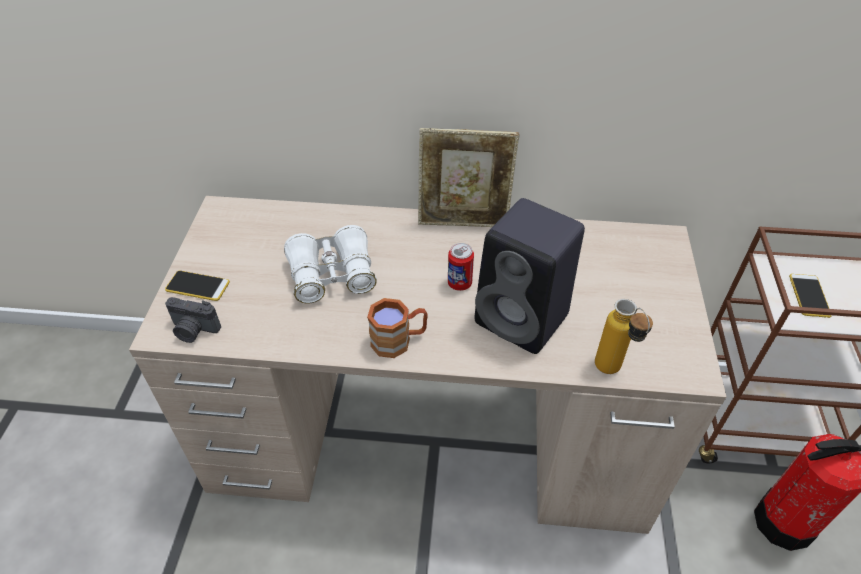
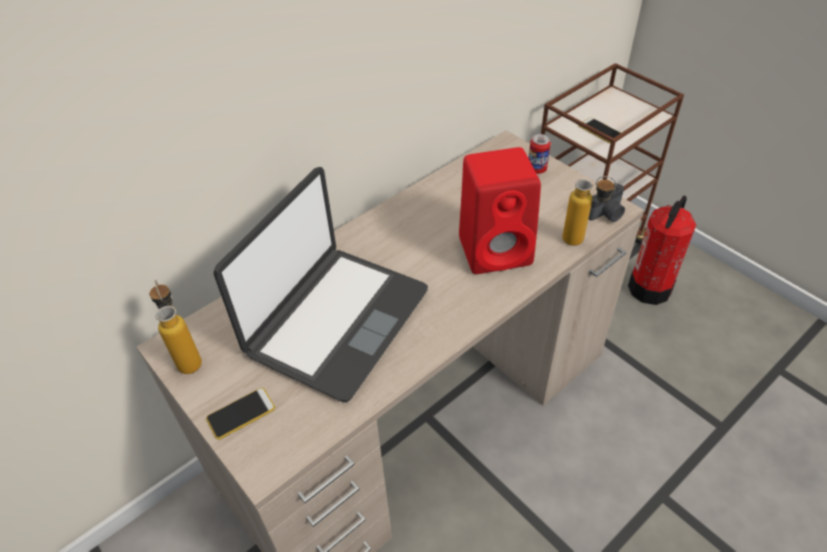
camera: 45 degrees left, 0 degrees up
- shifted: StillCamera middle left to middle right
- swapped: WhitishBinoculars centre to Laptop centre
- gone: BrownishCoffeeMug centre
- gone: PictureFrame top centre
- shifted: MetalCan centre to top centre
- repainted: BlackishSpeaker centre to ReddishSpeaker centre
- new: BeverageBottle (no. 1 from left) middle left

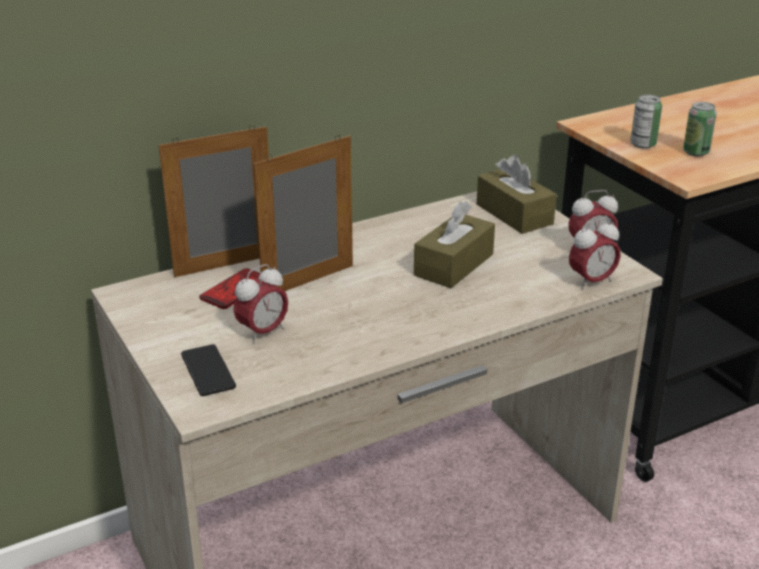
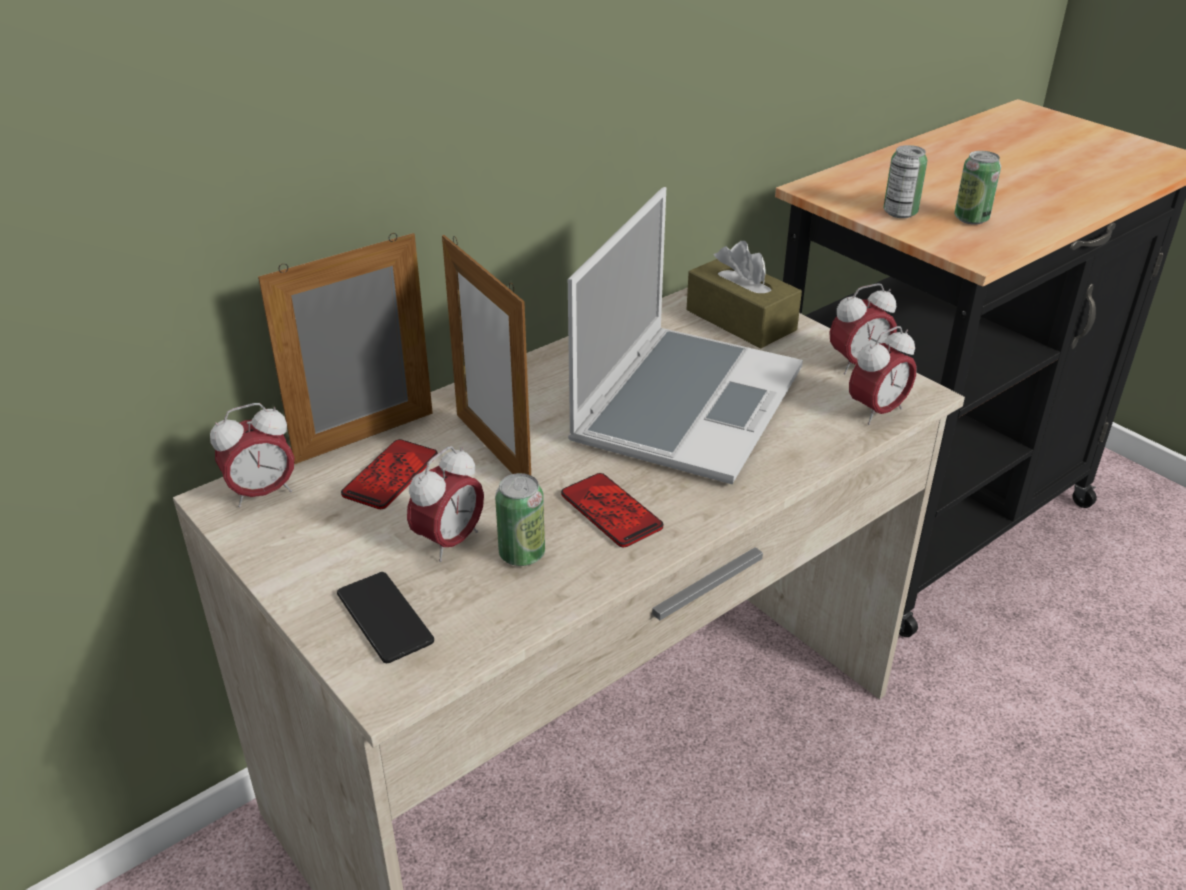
camera: 10 degrees left, 5 degrees up
- rotated: PictureFrame (no. 2 from left) centre = centre 75 degrees counterclockwise
- swapped: BrownishTissueBox (no. 1 from left) centre to Laptop centre
- new: TableClock (no. 1 from left) middle left
- new: MetalCan (no. 1 from left) centre
- new: Telephone (no. 3 from left) centre

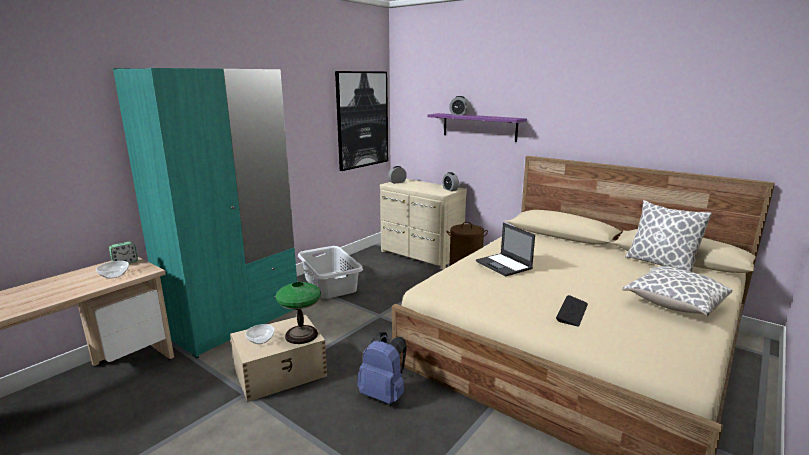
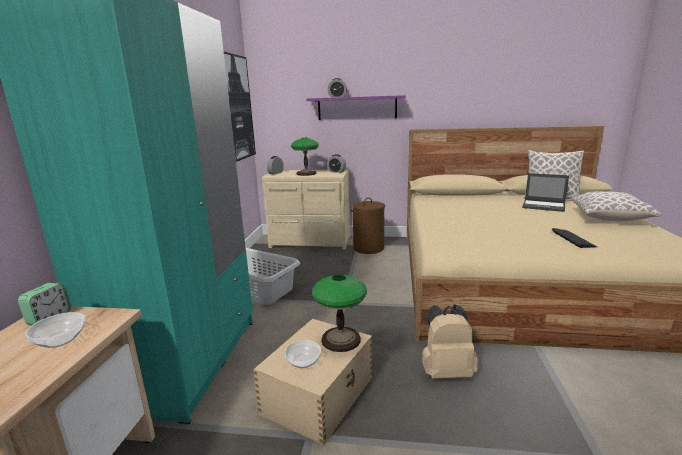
camera: 30 degrees left, 0 degrees up
- repainted: BlueRucksack bottom centre to BeigeRucksack bottom centre
- shifted: Laptop centre to middle right
- new: TabletopLamp (no. 1 from left) centre

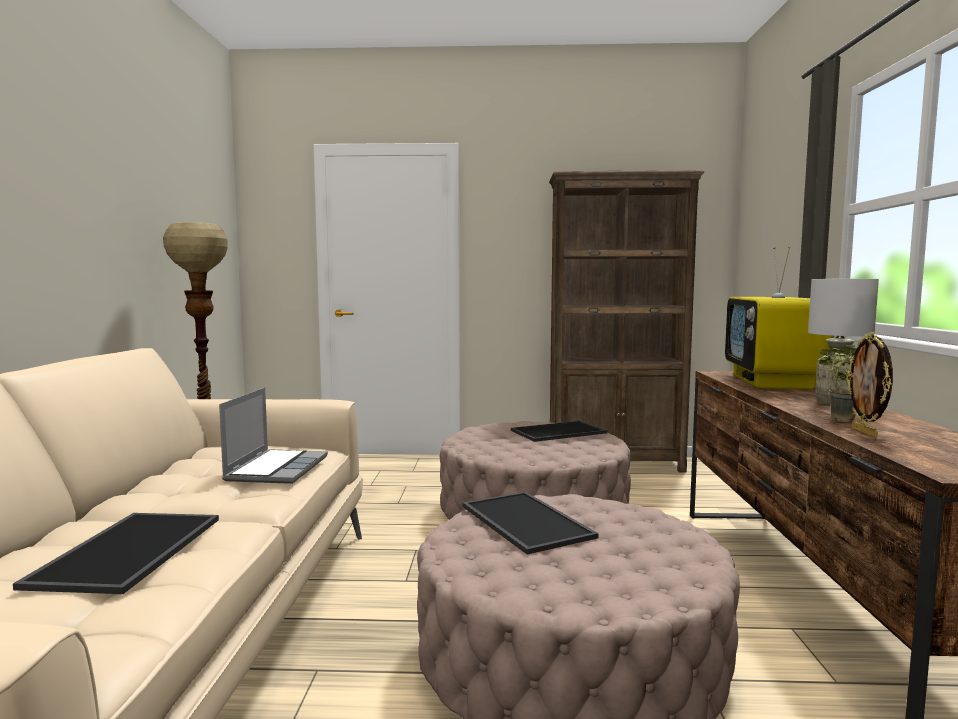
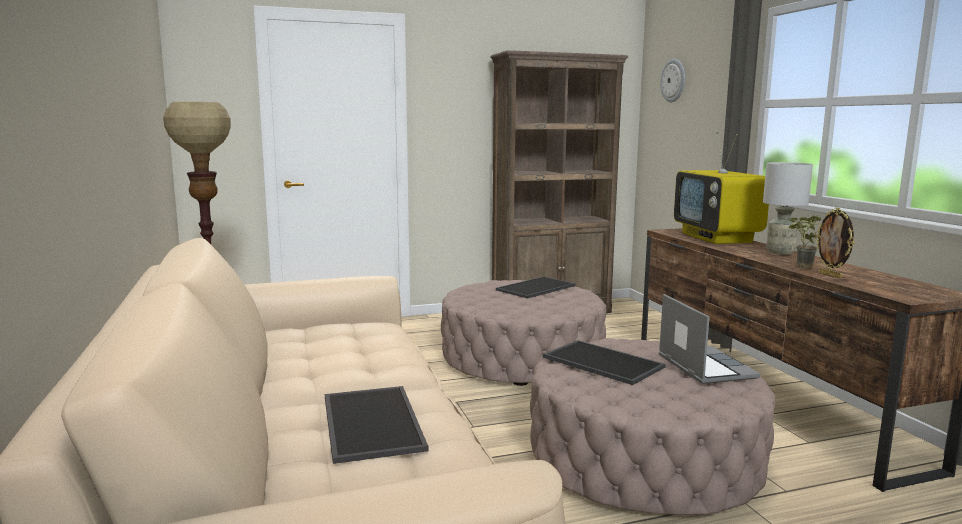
camera: 20 degrees left, 5 degrees up
- shifted: Laptop middle left to middle right
- new: ClockOnTheWall top right

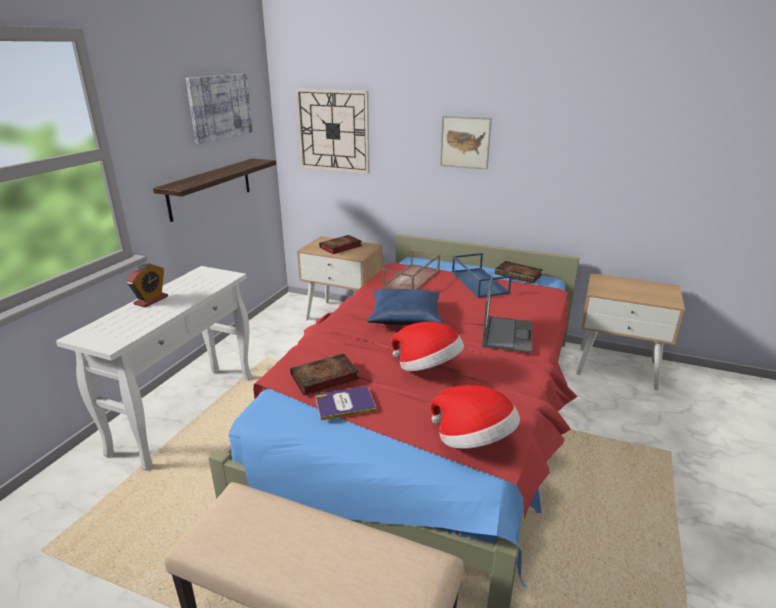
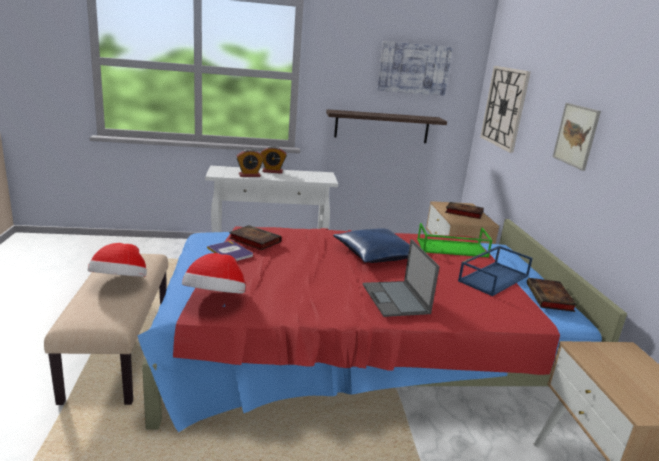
camera: 60 degrees right, 5 degrees down
- repainted: BrownishServingTray centre to GreenishServingTray middle right
- shifted: WearableHat (no. 1 from left) centre to middle left
- rotated: Laptop centre = centre 90 degrees clockwise
- new: TableClock (no. 1 from left) centre

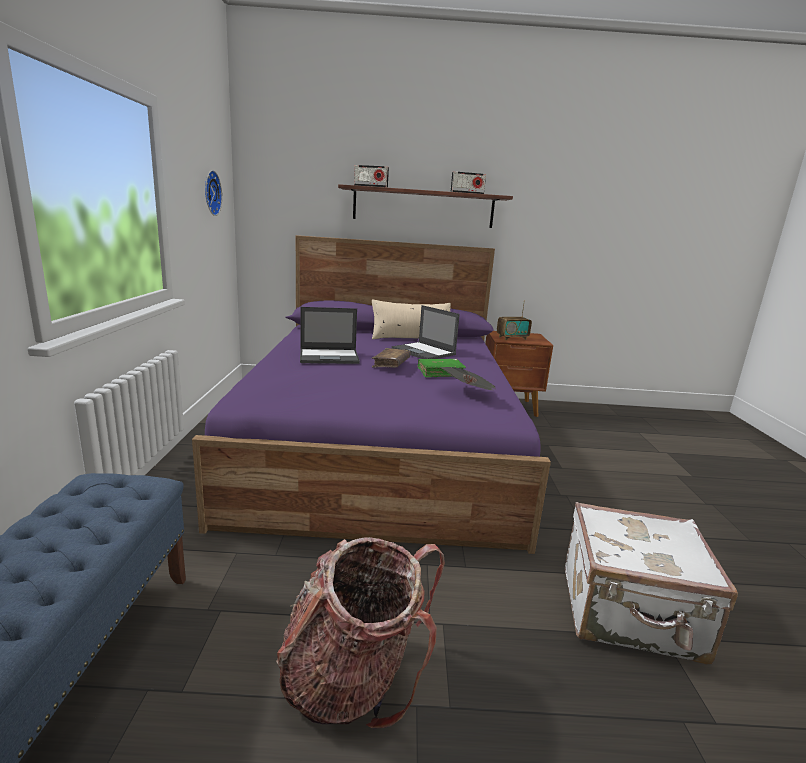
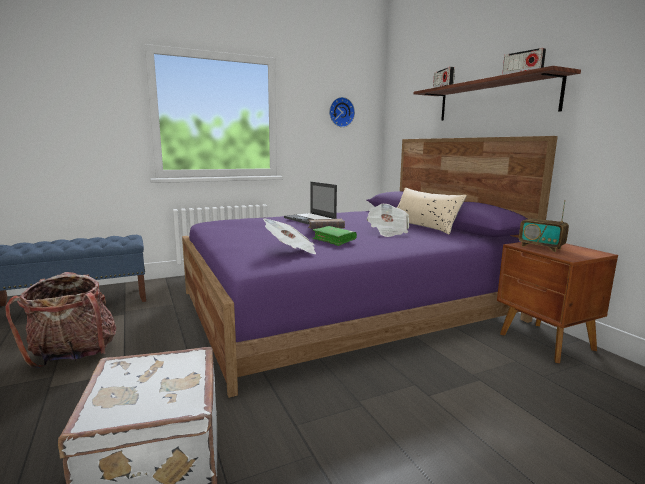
camera: 65 degrees right, 5 degrees down
- swapped: Laptop (no. 2 from left) centre to DailyPaper (no. 2 from left) centre

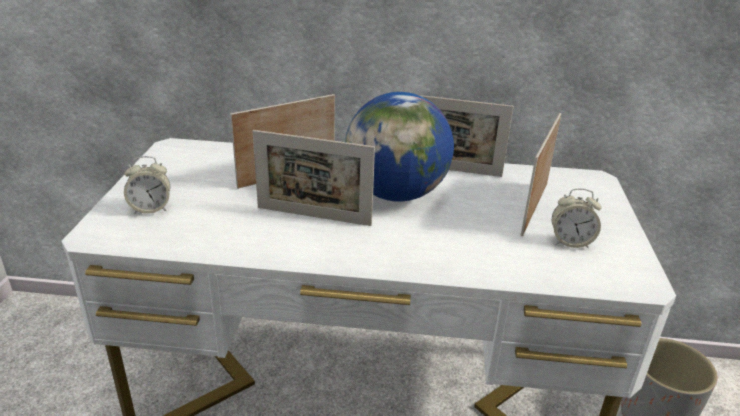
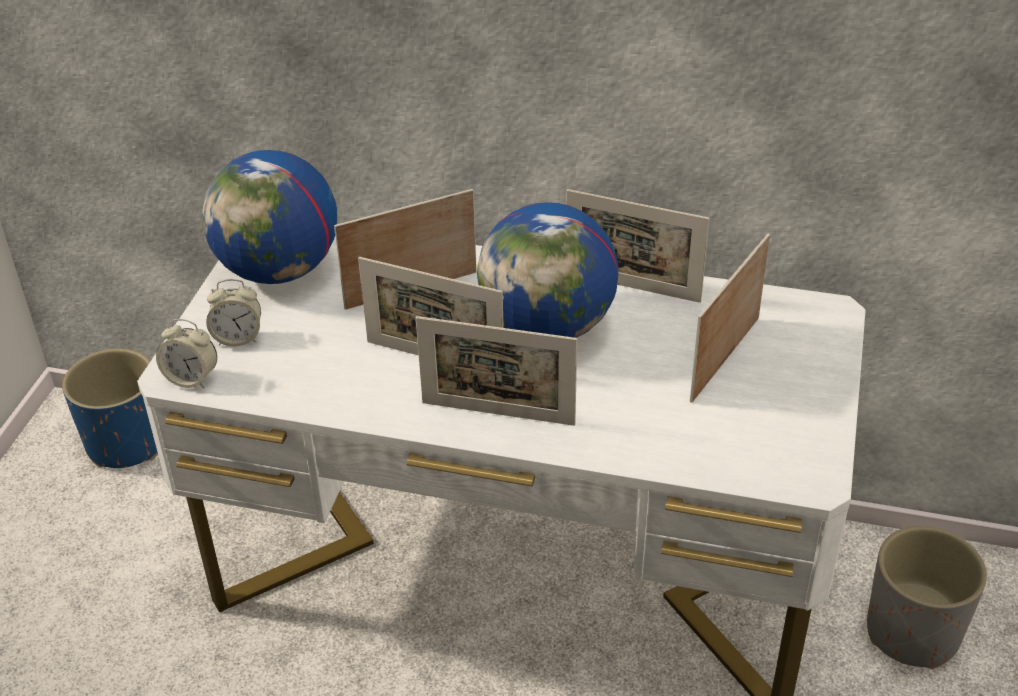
camera: 10 degrees right, 10 degrees up
- shifted: TableClock (no. 2 from left in the first image) middle right to TableClock (no. 1 from left) middle left
- new: BluePlanter middle left
- new: WorldGlobe (no. 1 from left) top left
- new: PictureFrame (no. 3 from left) centre

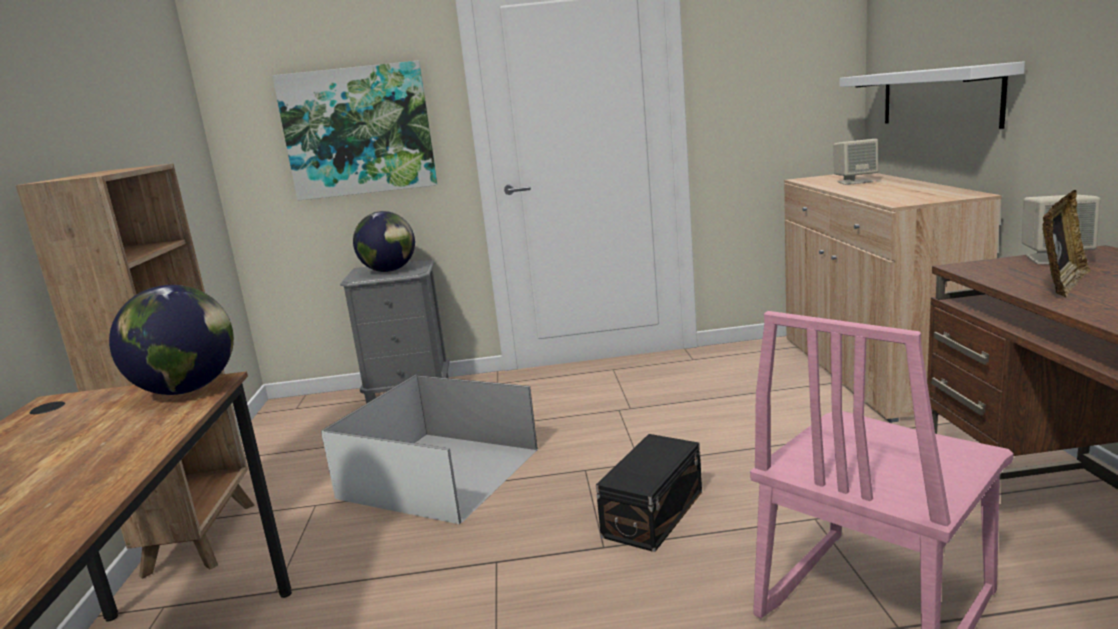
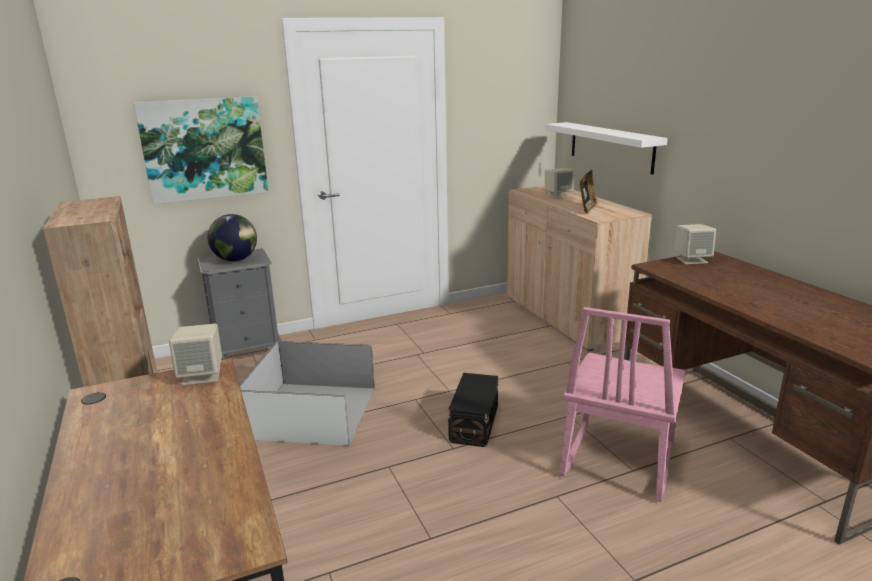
camera: 20 degrees left, 5 degrees up
- swapped: WorldGlobe (no. 1 from left) middle left to BeigeSpeaker (no. 1 from left) middle left
- shifted: PictureFrame middle right to top right

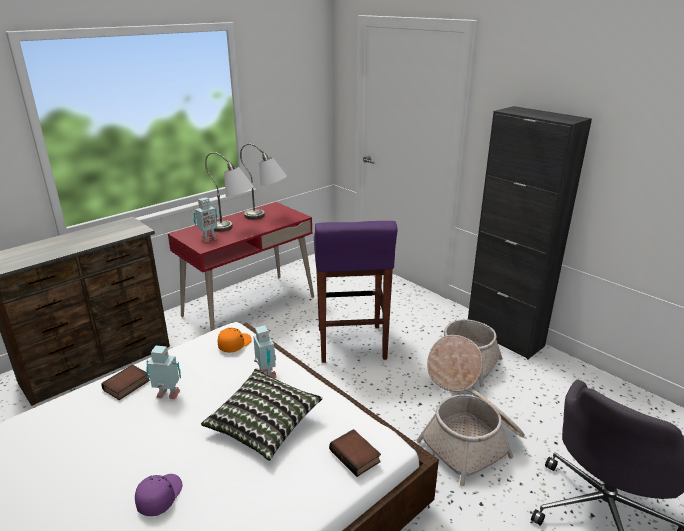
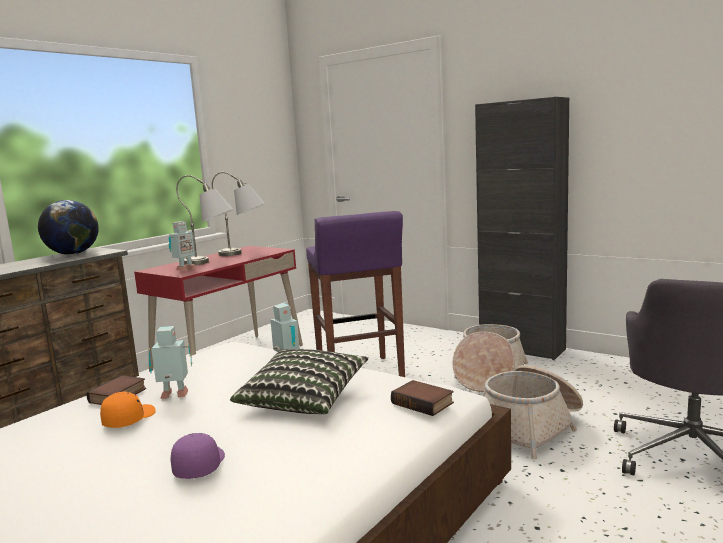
camera: 10 degrees left, 15 degrees down
- shifted: OrangeBaseballCap centre to bottom left
- new: WorldGlobe middle left

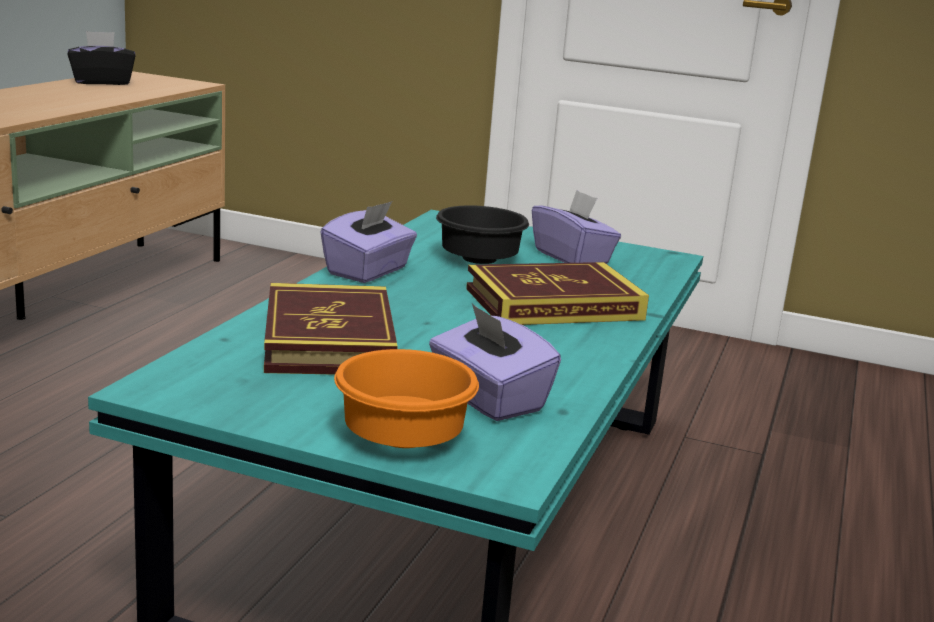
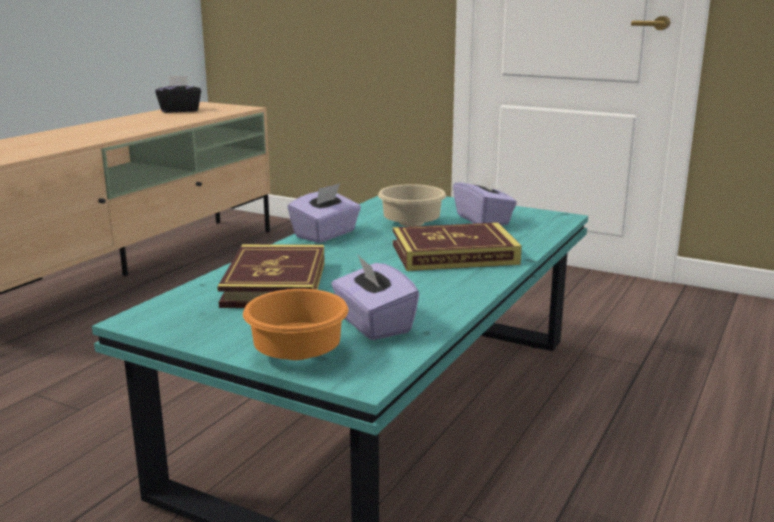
camera: 10 degrees right, 0 degrees up
- repainted: BlackishBowl centre to BeigeBowl centre

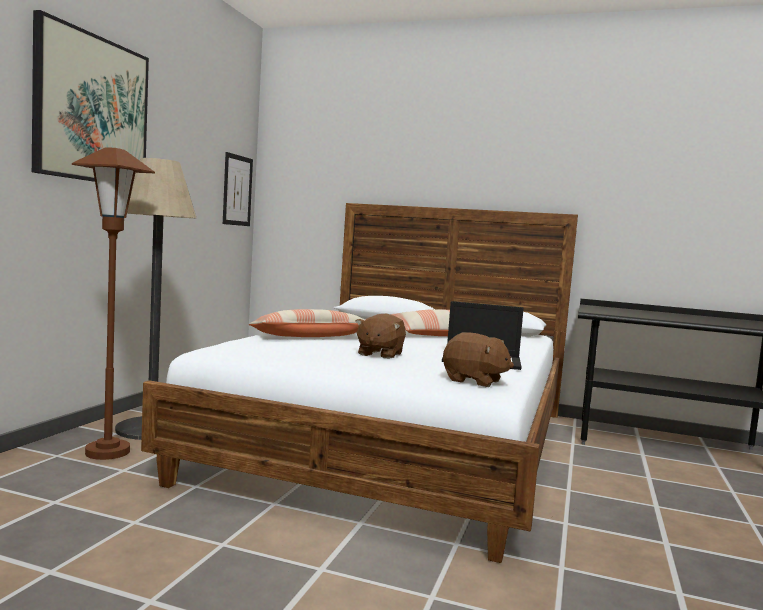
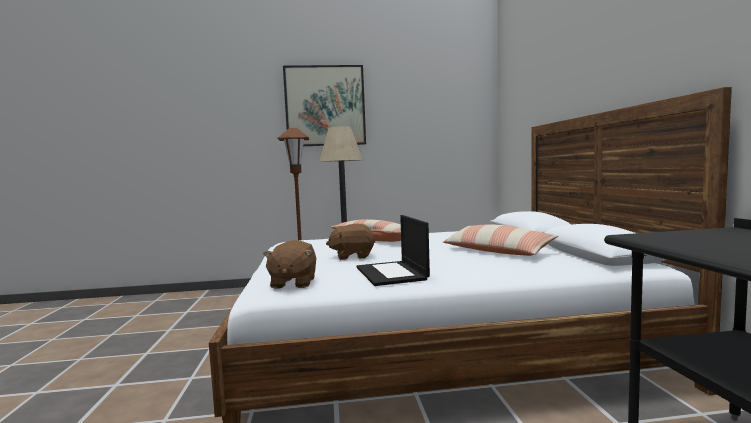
camera: 65 degrees right, 0 degrees up
- gone: WallPicture (no. 2 from left) top left

